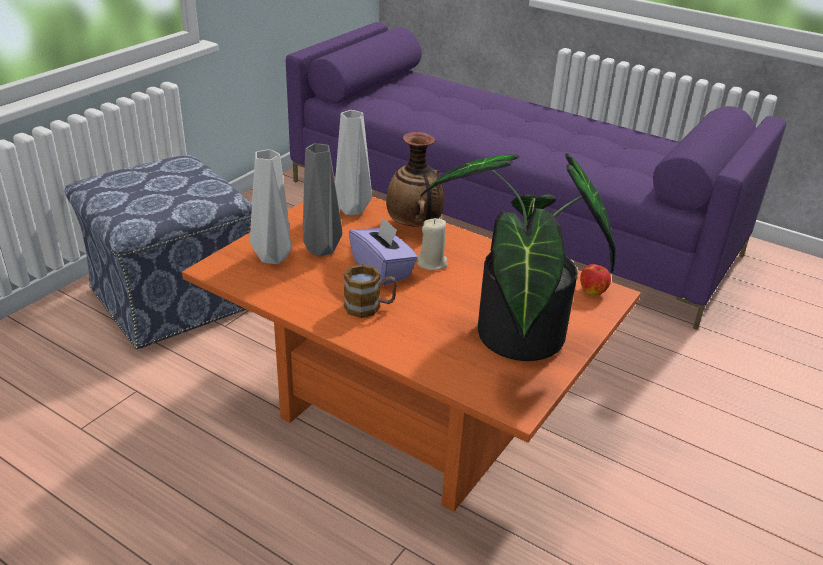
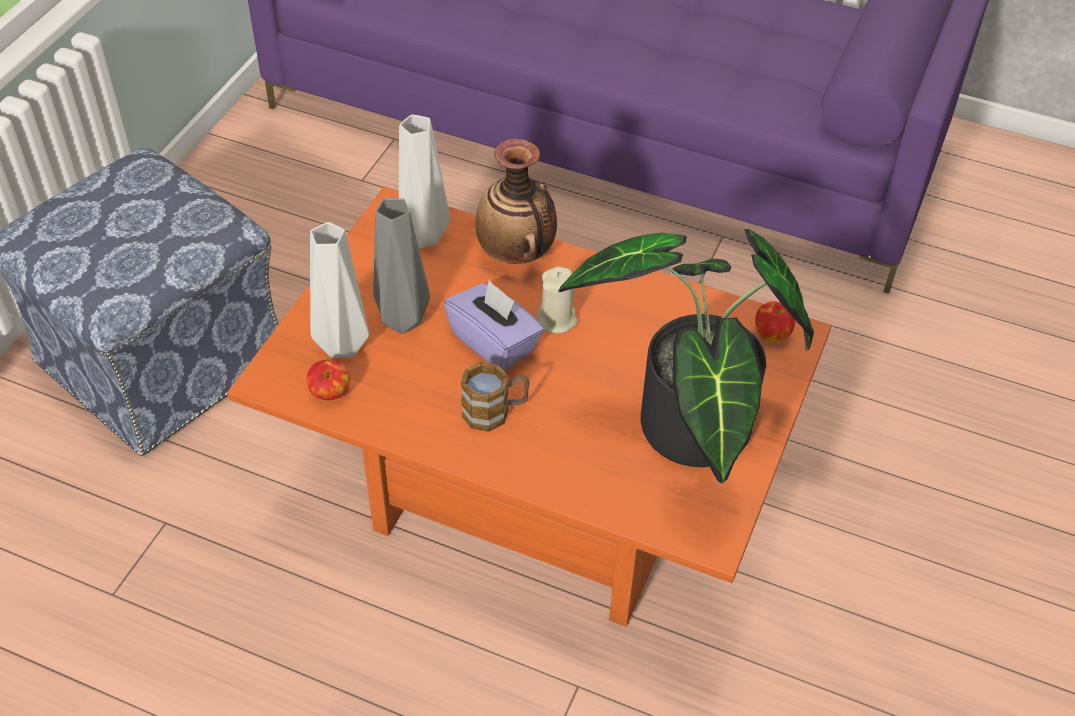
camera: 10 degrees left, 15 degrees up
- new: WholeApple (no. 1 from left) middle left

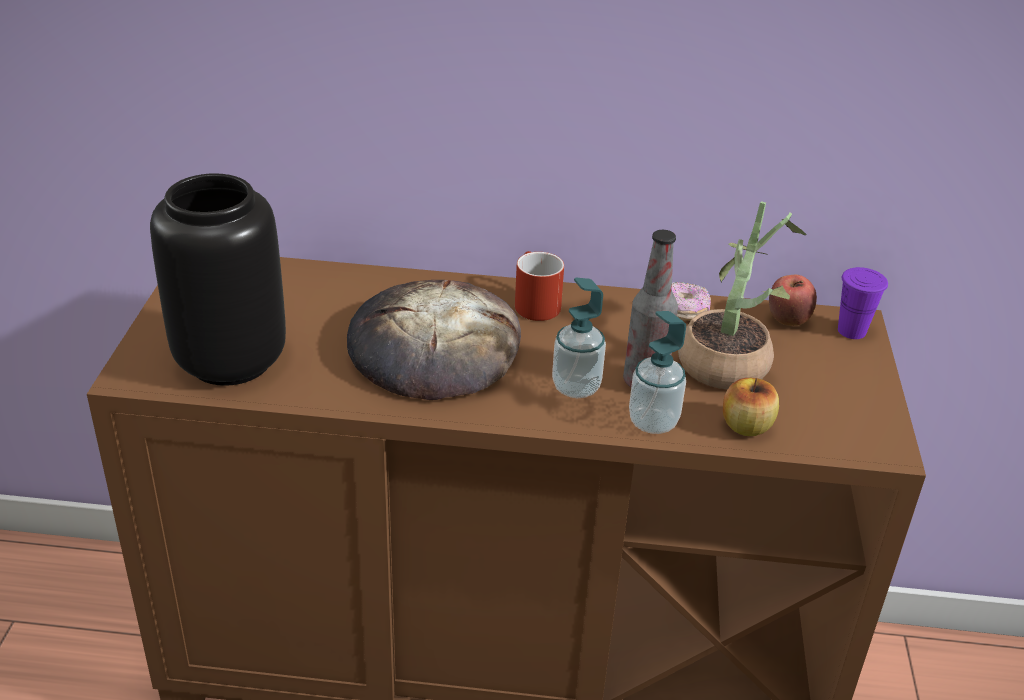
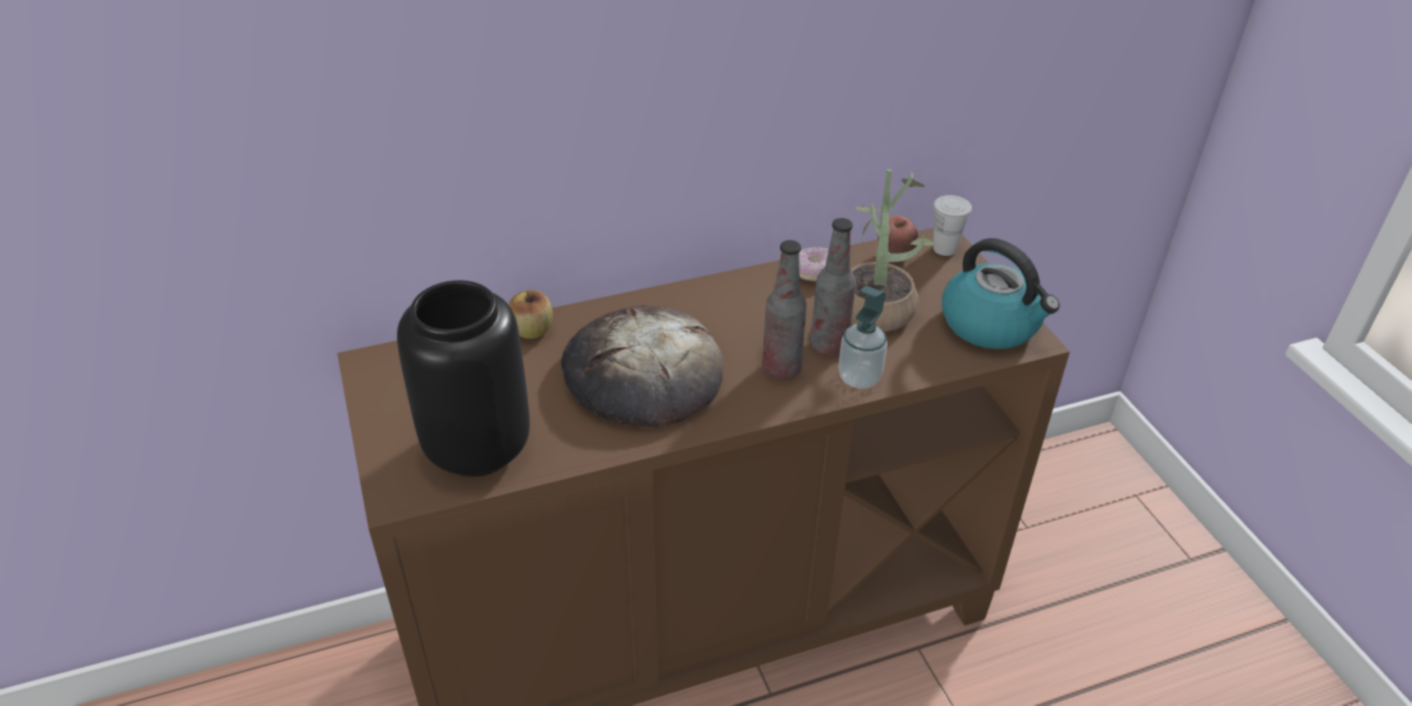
camera: 25 degrees left, 5 degrees up
- gone: ReddishCoffeeMug centre
- swapped: SoapDispenser (no. 1 from left) centre to BeverageBottle (no. 1 from left) centre
- shifted: WholeApple (no. 1 from left) middle right to centre
- repainted: PurpleColouredDrinkingCup middle right to WhitishDrinkingCup top right
- new: Kettle middle right

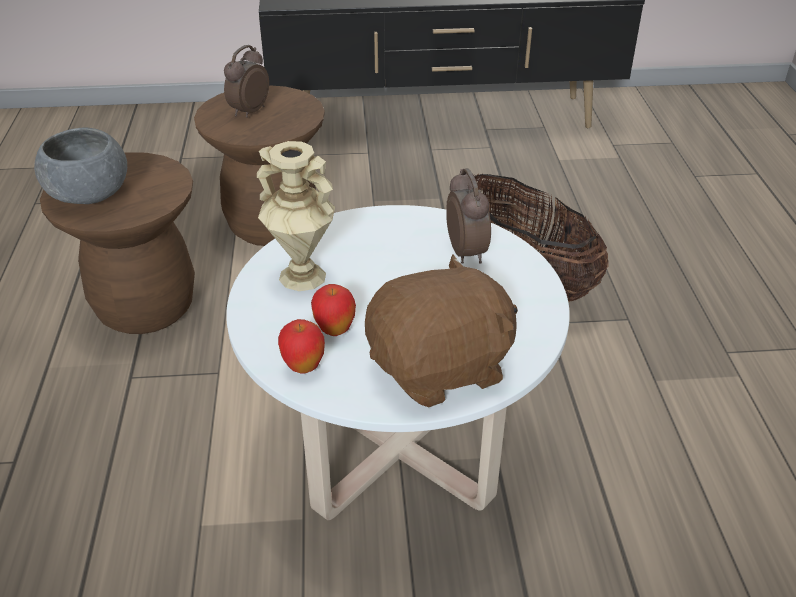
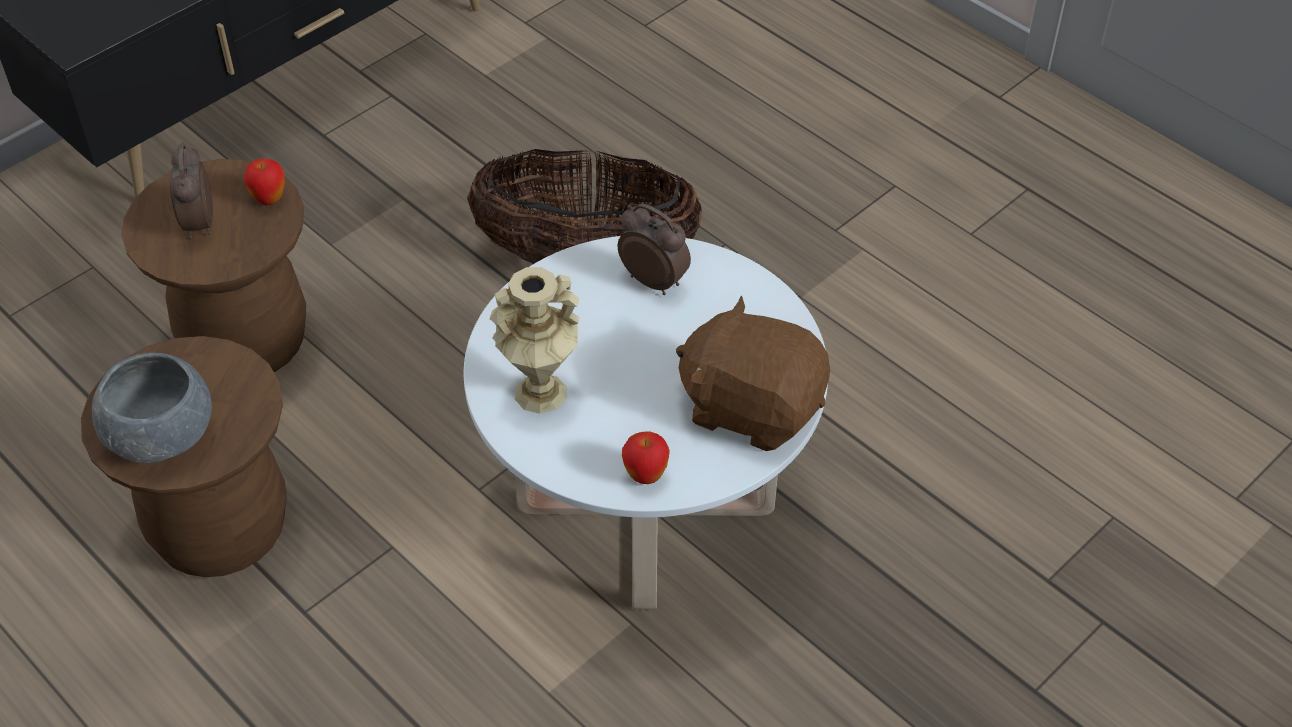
camera: 40 degrees left, 10 degrees up
- shifted: WholeApple (no. 2 from left in the first image) centre to WholeApple (no. 1 from left) top left
- rotated: BrownishCuddlyToy centre = centre 90 degrees counterclockwise

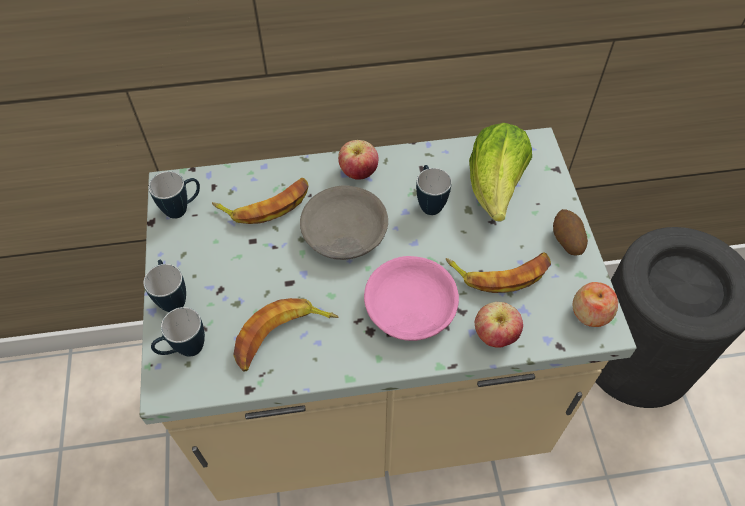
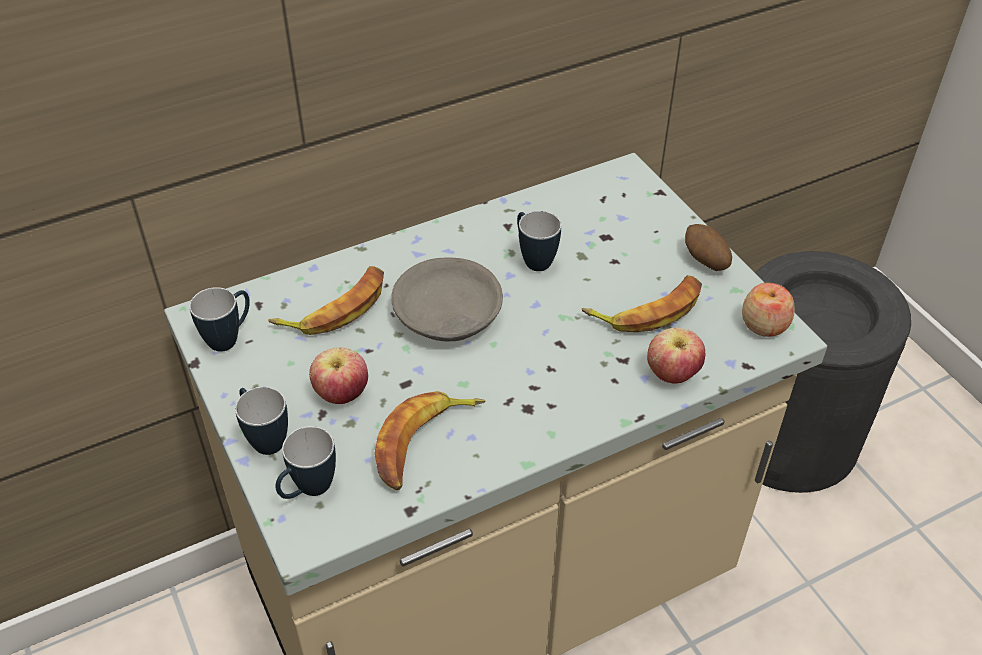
camera: 20 degrees left, 10 degrees down
- shifted: WholeApple (no. 1 from left) top centre to centre
- gone: PinkBowl centre
- gone: Lettuce middle right

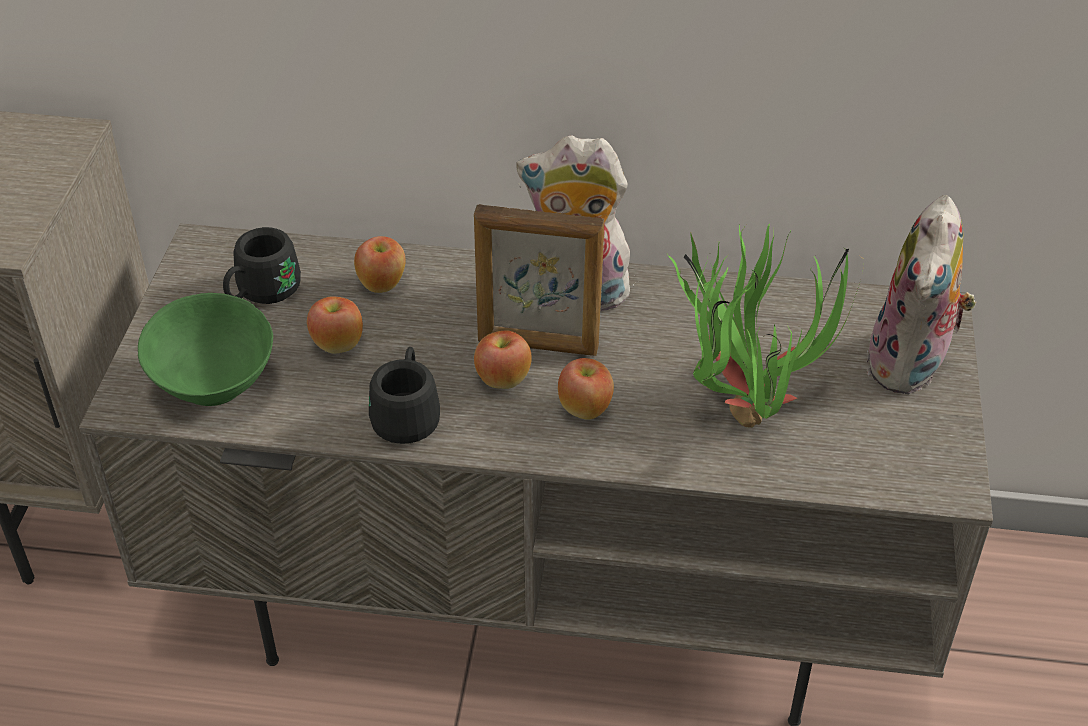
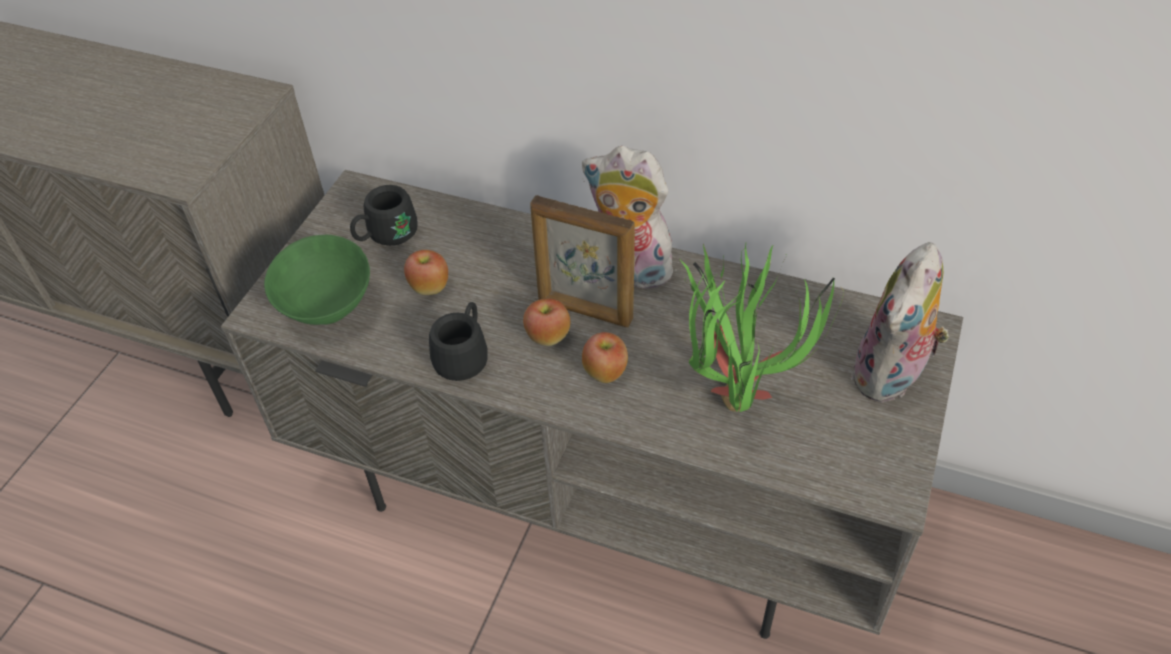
camera: 15 degrees right, 5 degrees up
- gone: WholeApple (no. 2 from left) centre

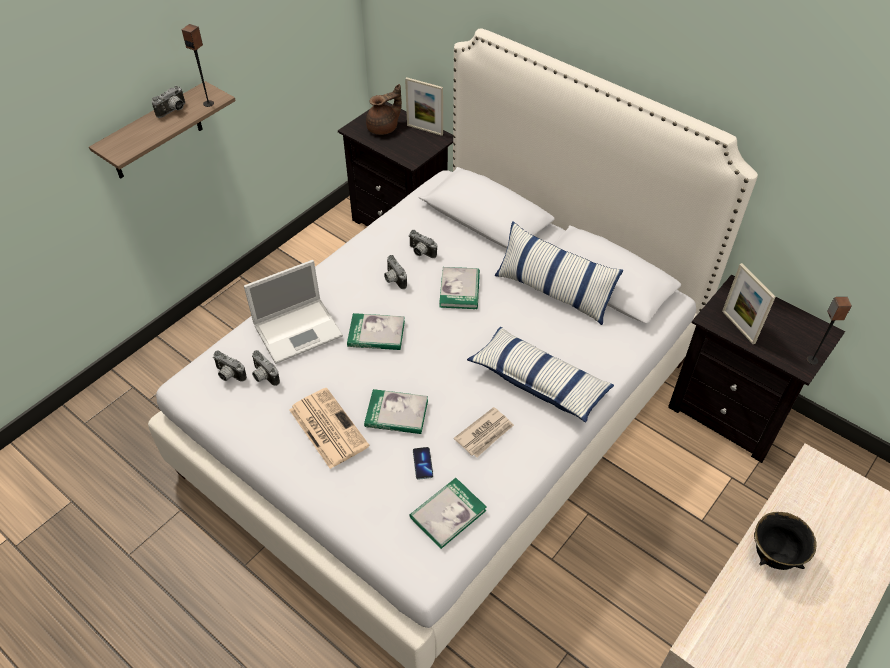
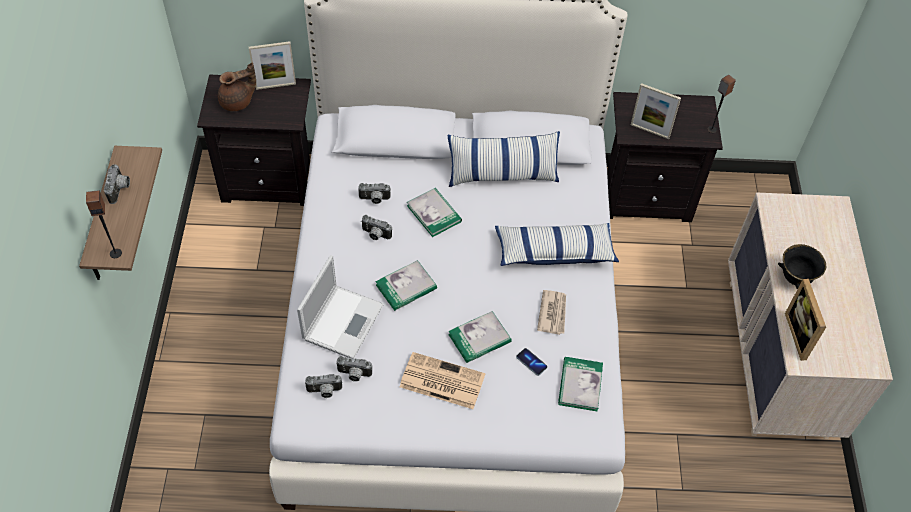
camera: 40 degrees left, 5 degrees up
- shifted: Speaker (no. 1 from left) top left to middle left
- rotated: BrownishPotForTea top centre = top left 45 degrees clockwise
- new: PictureFrame (no. 3 from left) middle right

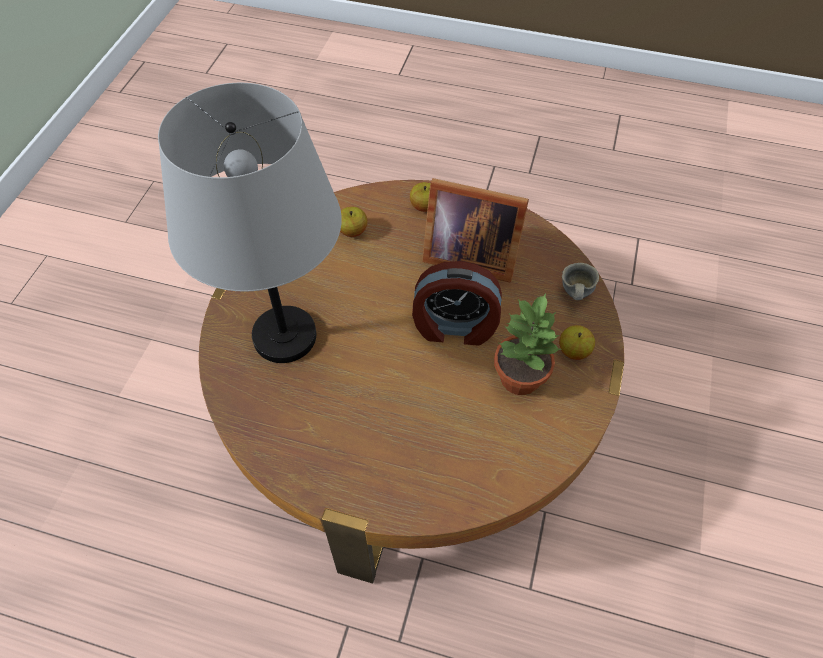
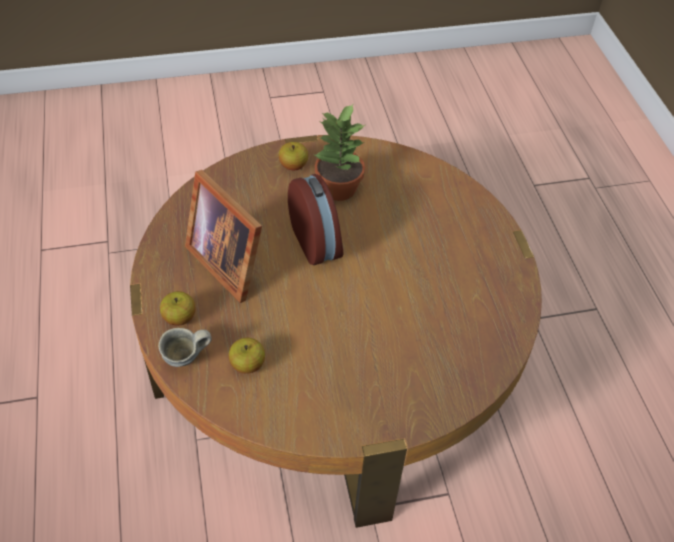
camera: 120 degrees left, 5 degrees down
- gone: GreyTabletopLamp middle left
- rotated: PictureFrame centre = middle left 150 degrees clockwise
- shifted: GreyCoffeeMug middle right to middle left

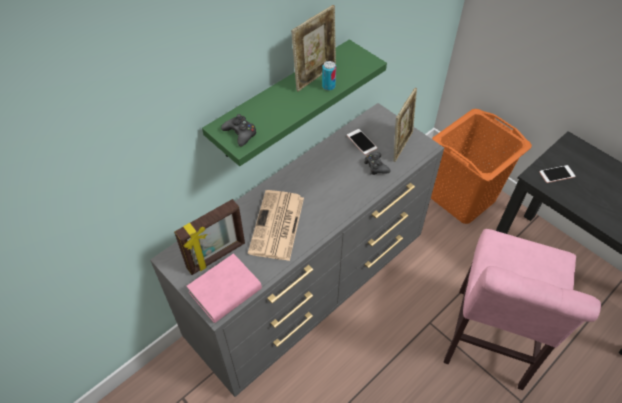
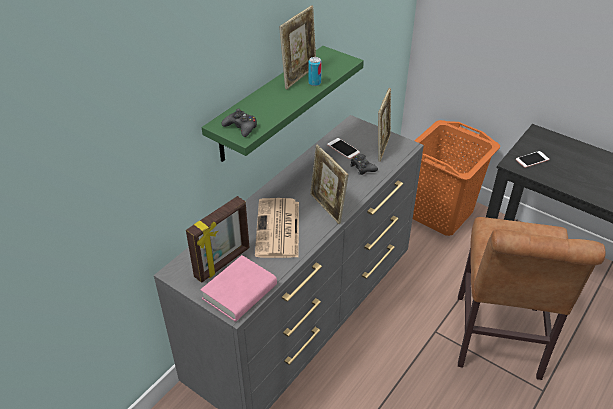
camera: 10 degrees left, 10 degrees down
- repainted: PinkChair bottom right to BrownishChair bottom right
- new: PictureFrame (no. 3 from left) centre

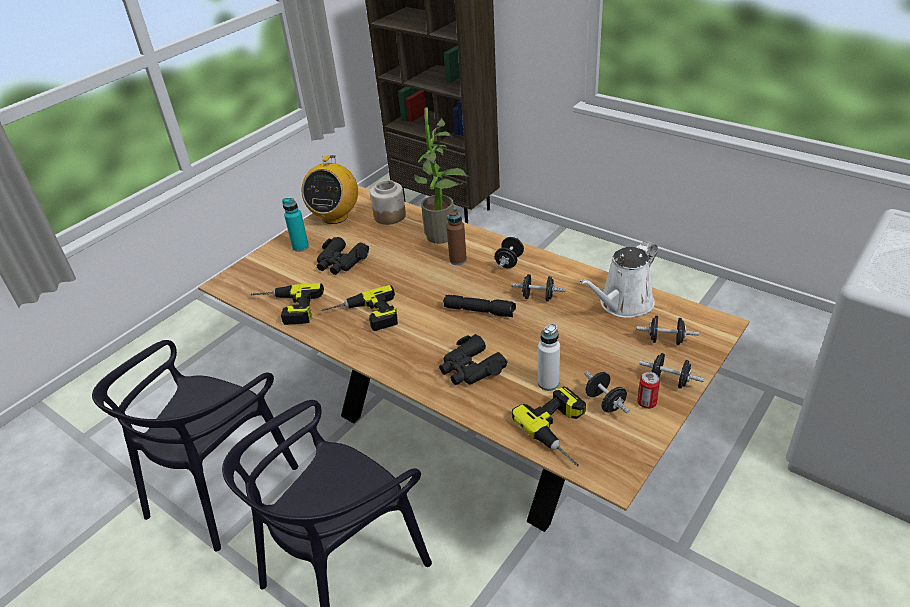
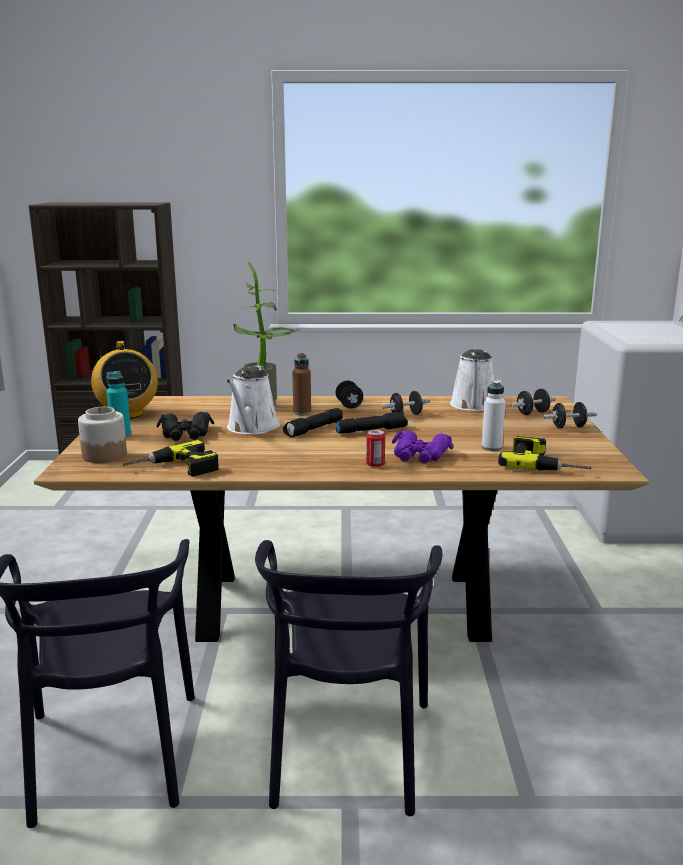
camera: 40 degrees left, 20 degrees down
- gone: PowerDrill (no. 2 from left) centre
- shifted: PreserveJar top centre to middle left
- repainted: BlackishBinoculars (no. 2 from left) centre to PurpleColouredBinoculars centre
- gone: BlackishDumbbell (no. 3 from left) middle right
- shifted: MetalCan middle right to centre
- new: WhitishSprinklingCan (no. 1 from left) centre
- new: BlackishFlashlight (no. 1 from left) centre

